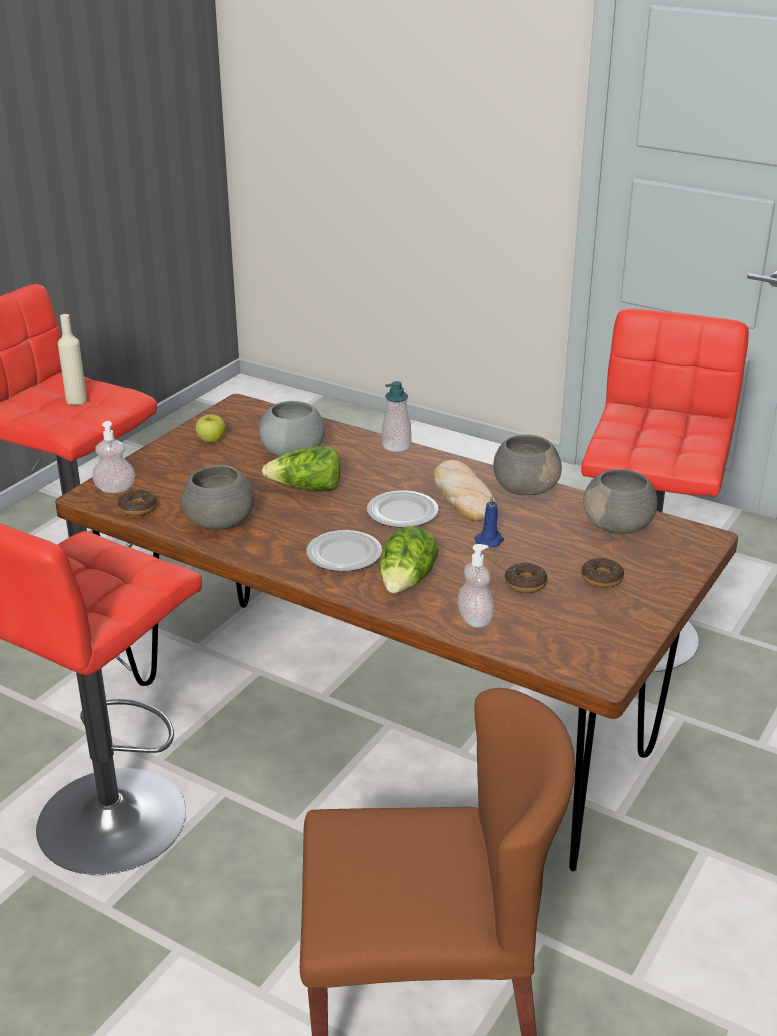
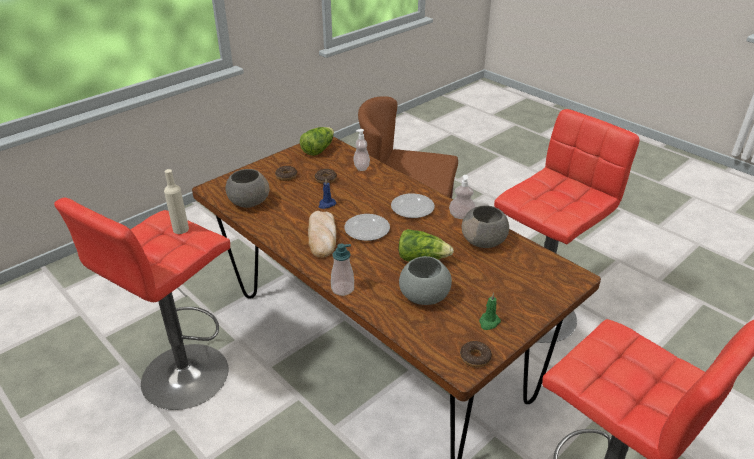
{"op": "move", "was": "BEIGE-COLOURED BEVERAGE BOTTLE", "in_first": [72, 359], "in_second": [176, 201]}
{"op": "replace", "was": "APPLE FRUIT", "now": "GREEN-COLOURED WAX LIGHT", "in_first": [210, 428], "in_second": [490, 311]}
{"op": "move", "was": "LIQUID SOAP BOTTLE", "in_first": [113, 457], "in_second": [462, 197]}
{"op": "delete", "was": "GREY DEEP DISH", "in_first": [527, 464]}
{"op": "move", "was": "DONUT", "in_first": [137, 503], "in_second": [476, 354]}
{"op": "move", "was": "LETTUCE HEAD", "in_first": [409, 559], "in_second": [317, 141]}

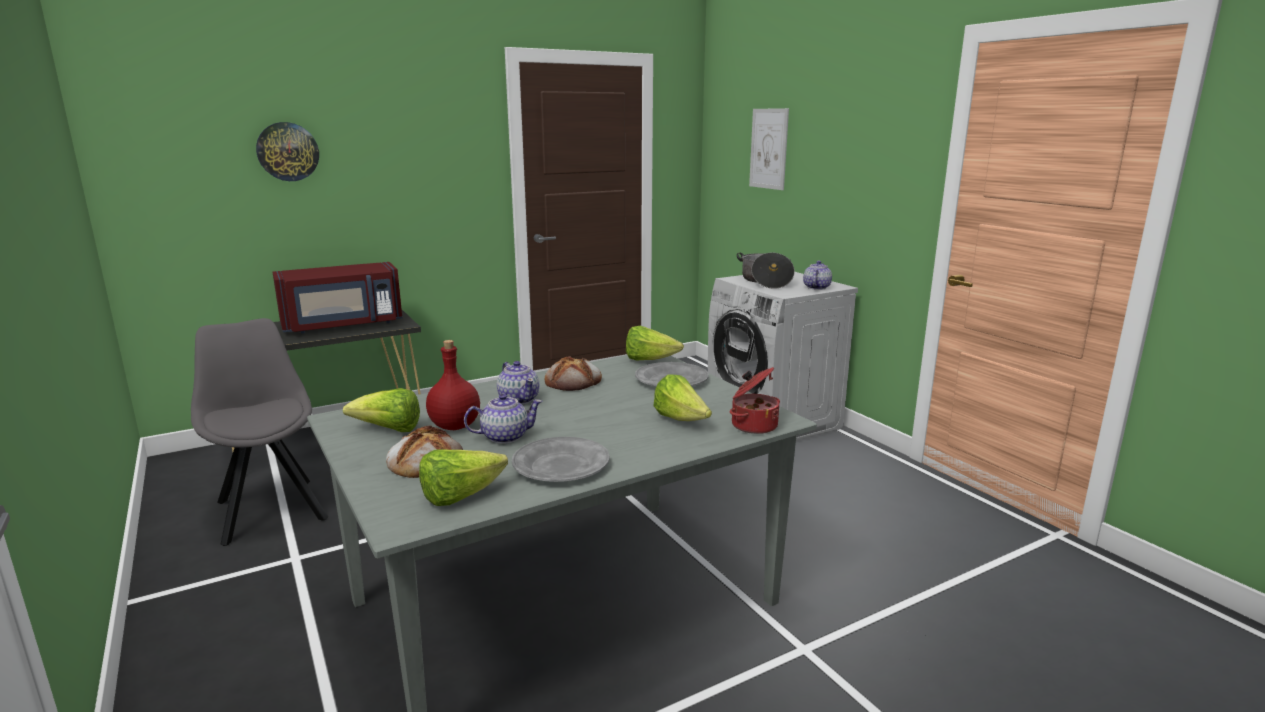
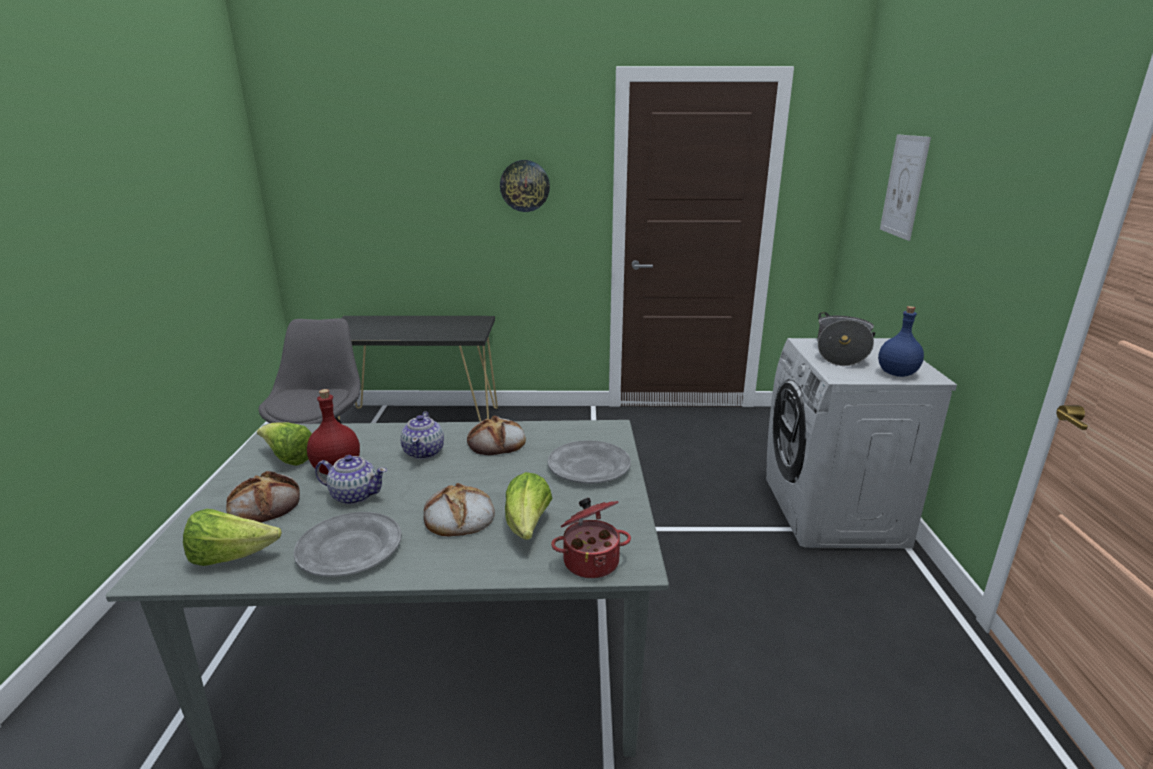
{"op": "move", "was": "CLOCK ON THE WALL", "in_first": [287, 151], "in_second": [525, 186]}
{"op": "replace", "was": "POT FOR TEA", "now": "BLUE BEVERAGE BOTTLE", "in_first": [817, 275], "in_second": [901, 341]}
{"op": "delete", "was": "REDDISH KITCHEN MICROWAVE", "in_first": [337, 297]}
{"op": "delete", "was": "LETTUCE HEAD", "in_first": [655, 343]}
{"op": "insert", "now": "BAKERY BREAD", "in_second": [459, 509]}

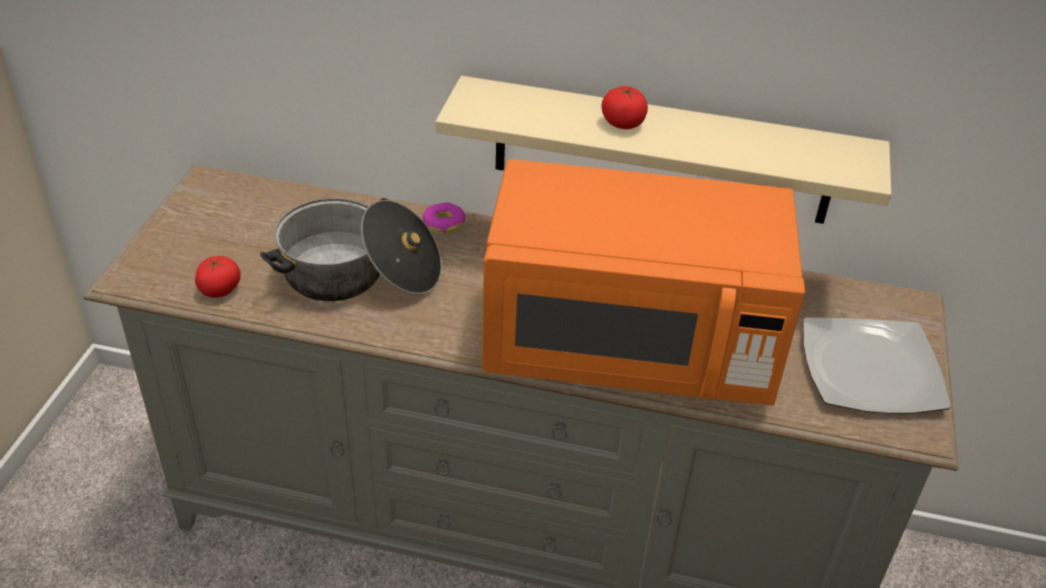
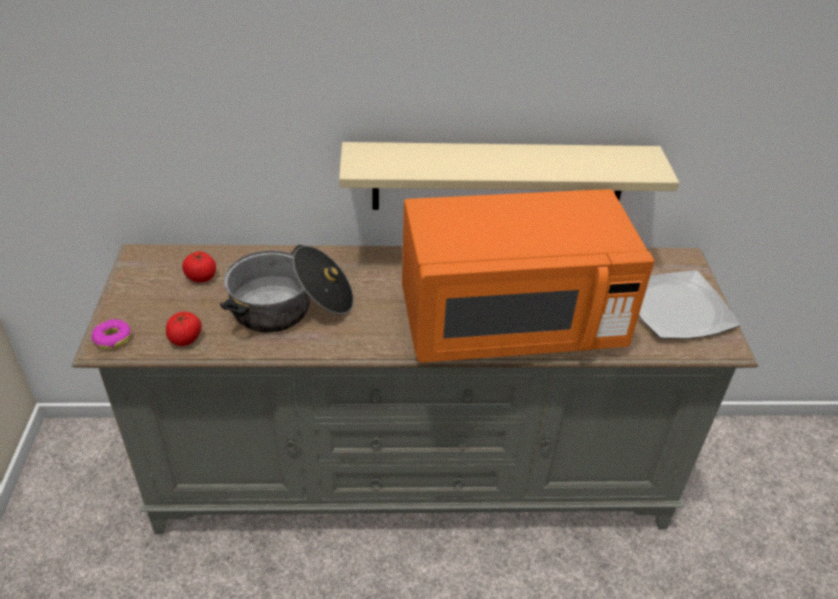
{"op": "move", "was": "WHOLE TOMATO", "in_first": [624, 107], "in_second": [199, 267]}
{"op": "move", "was": "DONUT", "in_first": [444, 218], "in_second": [111, 334]}

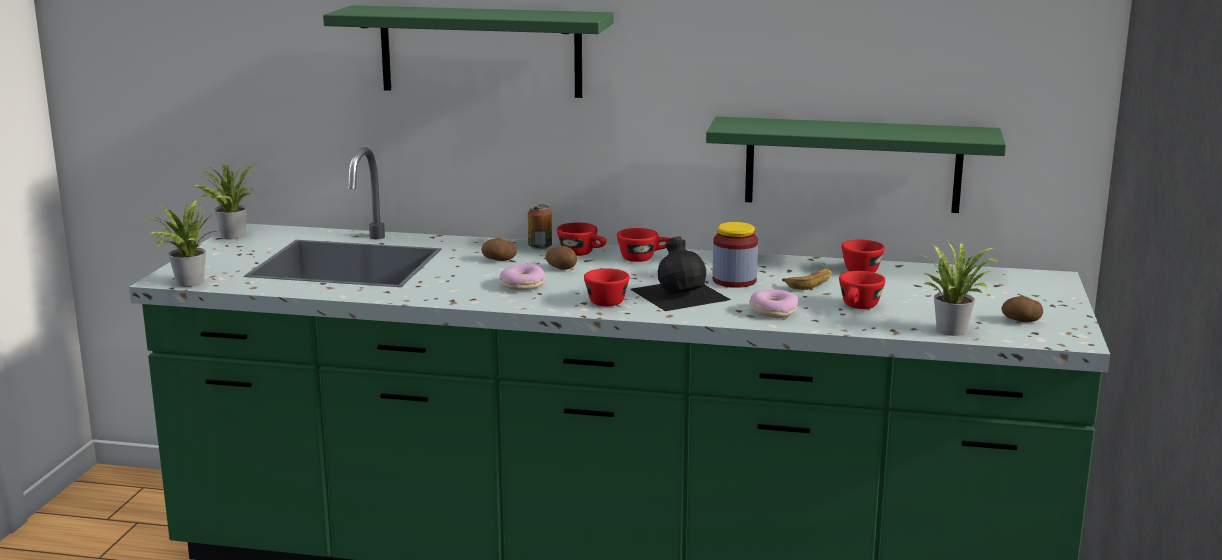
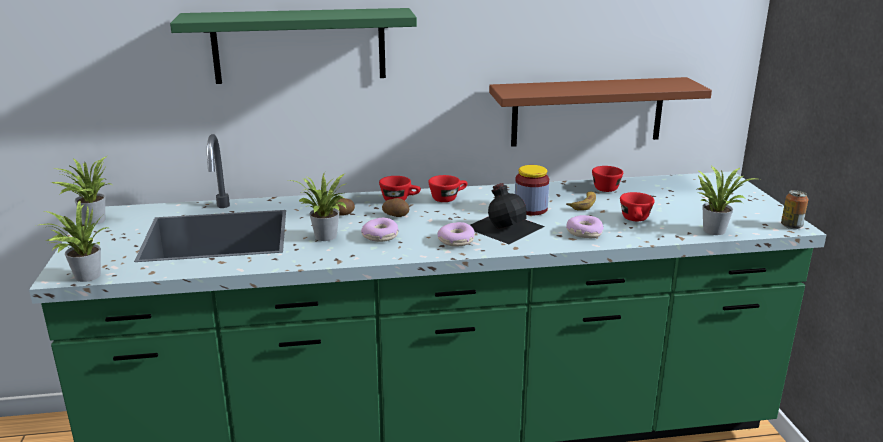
{"op": "recolor", "was": "GREEN-COLOURED WALL SHELF", "now": "BROWN WALL SHELF", "in_first": [856, 164], "in_second": [600, 112]}
{"op": "move", "was": "METAL CAN", "in_first": [540, 227], "in_second": [794, 209]}
{"op": "replace", "was": "REDDISH CUP", "now": "DONUT", "in_first": [607, 287], "in_second": [456, 234]}
{"op": "delete", "was": "POTATO", "in_first": [1022, 309]}
{"op": "insert", "now": "PLANT IN A POT", "in_second": [317, 206]}

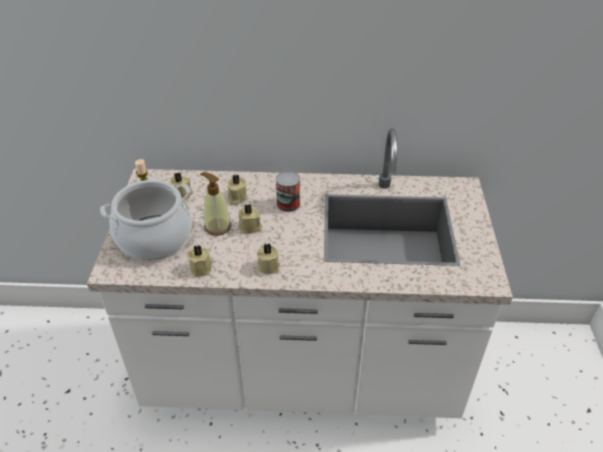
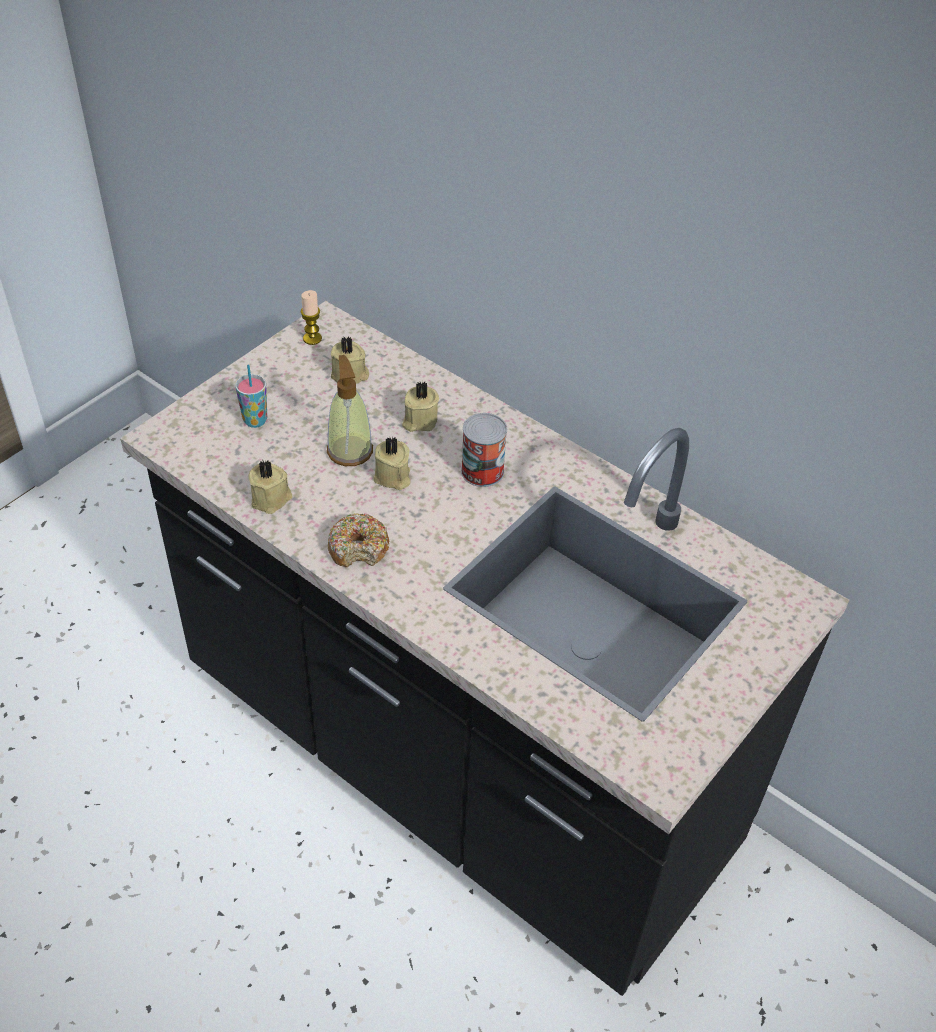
{"op": "recolor", "was": "WHITISH KITCHEN BASE UNIT", "now": "BLACKISH KITCHEN BASE UNIT", "in_first": [300, 273], "in_second": [484, 648]}
{"op": "replace", "was": "STOCKPOT", "now": "CUP", "in_first": [146, 220], "in_second": [251, 396]}
{"op": "replace", "was": "BEIGE-COLOURED WAX LIGHT", "now": "DONUT", "in_first": [268, 259], "in_second": [358, 540]}

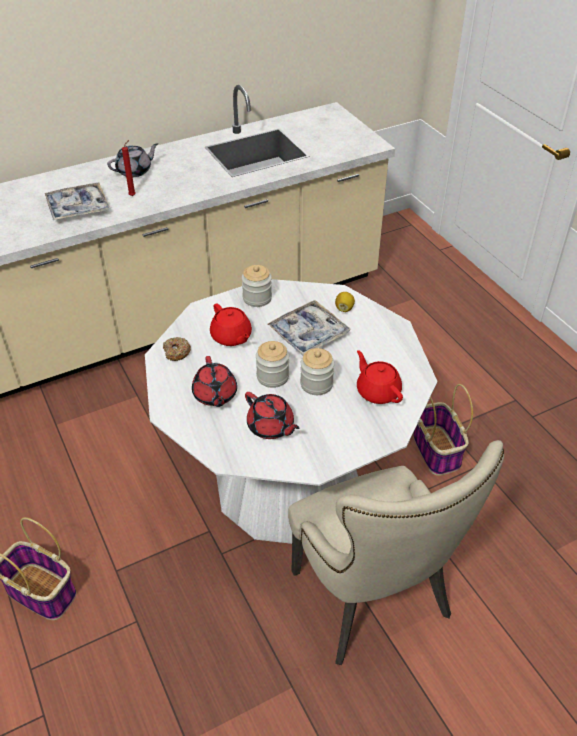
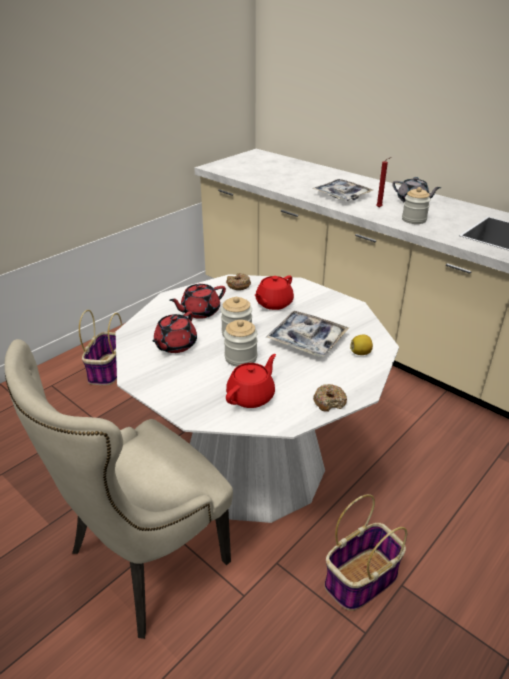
{"op": "move", "was": "JAR", "in_first": [257, 286], "in_second": [416, 205]}
{"op": "insert", "now": "DONUT", "in_second": [330, 398]}

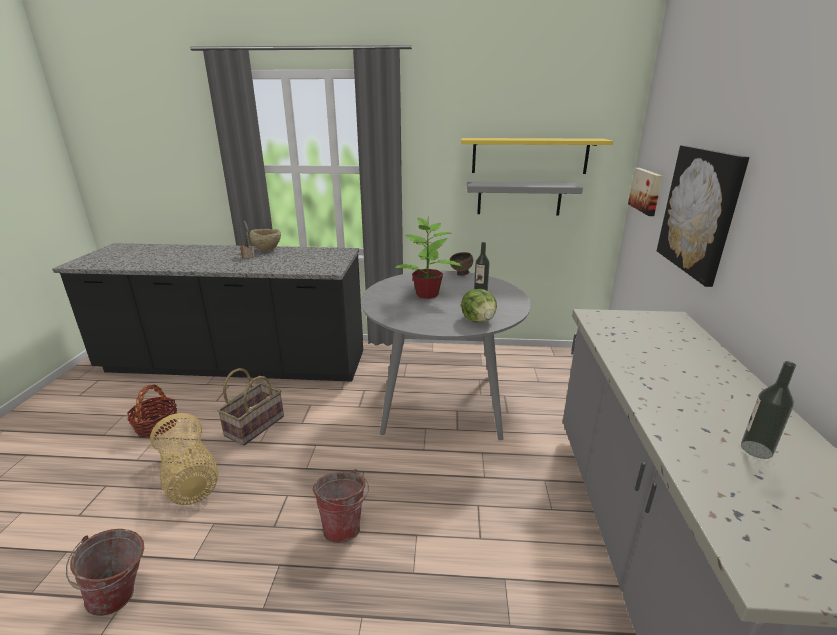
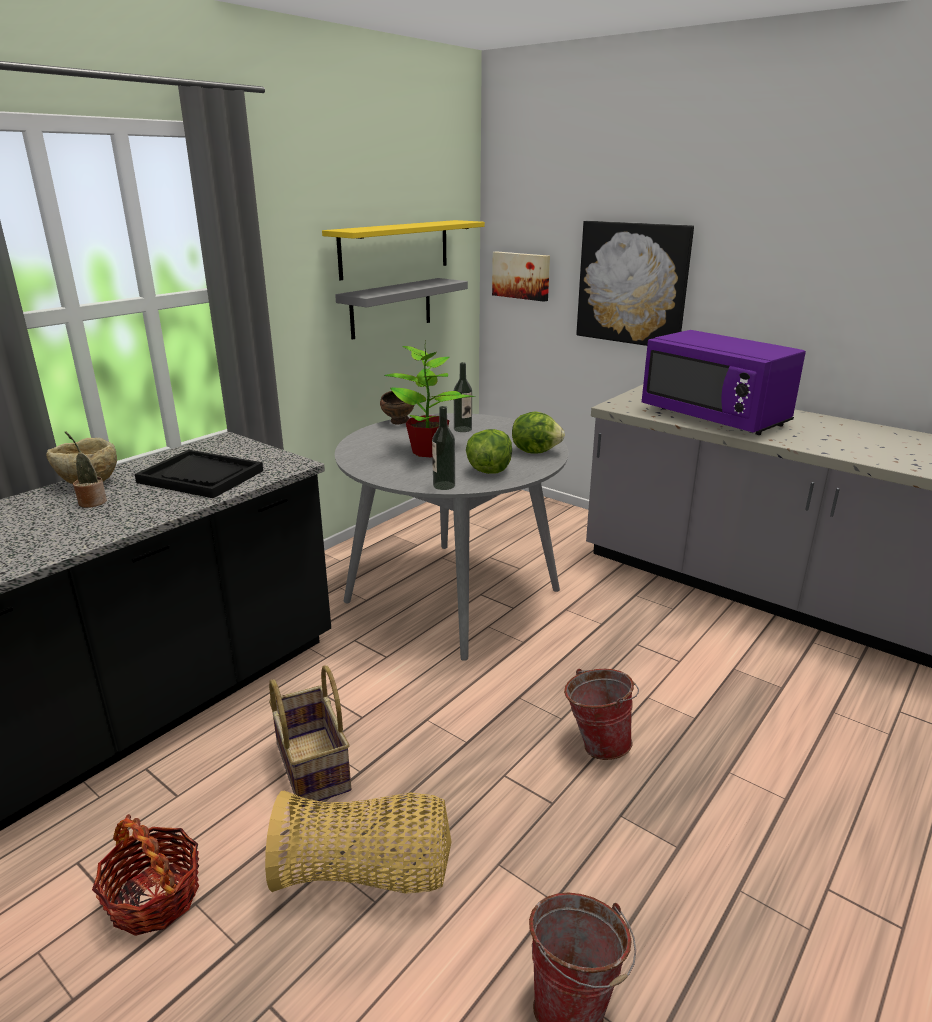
{"op": "move", "was": "BEVERAGE BOTTLE", "in_first": [768, 410], "in_second": [443, 448]}
{"op": "insert", "now": "PURPLE KITCHEN MICROWAVE", "in_second": [724, 382]}
{"op": "insert", "now": "LETTUCE HEAD", "in_second": [489, 451]}
{"op": "insert", "now": "BLACKISH CARRYING TRAY", "in_second": [199, 474]}

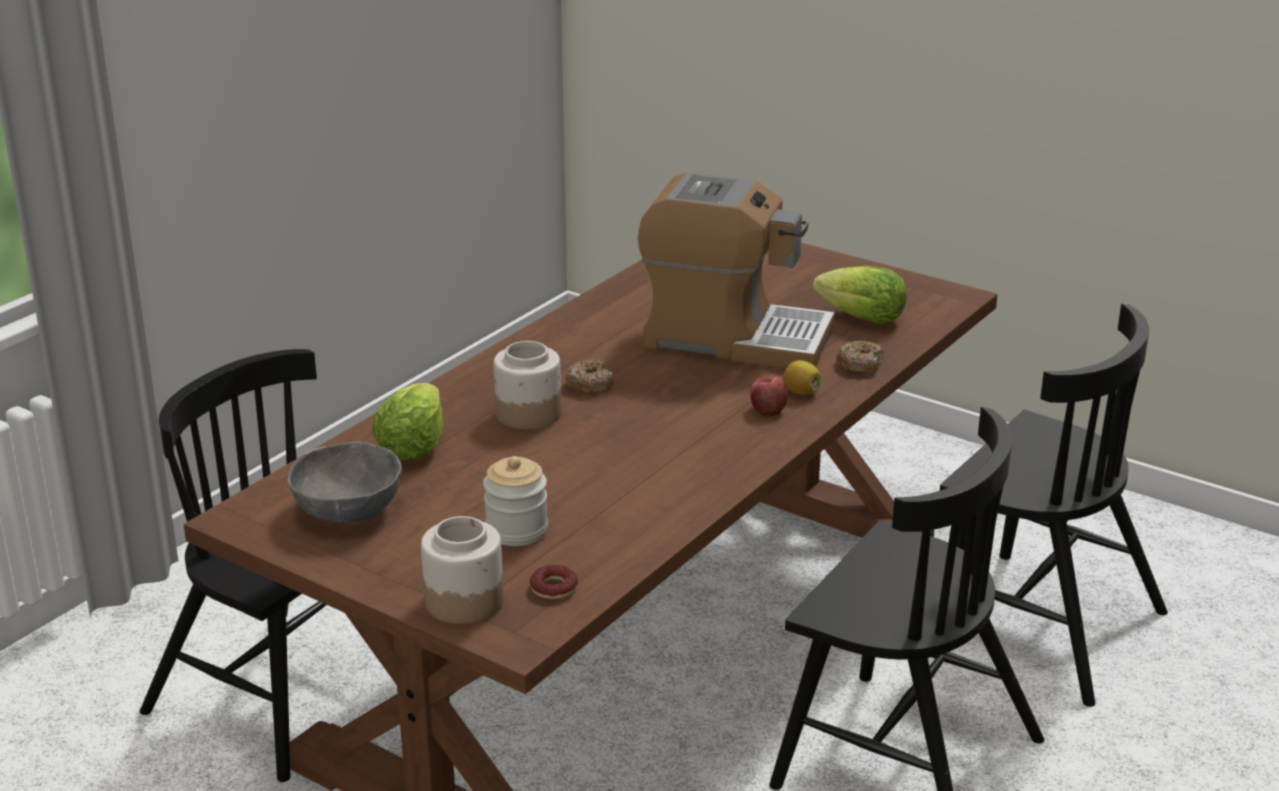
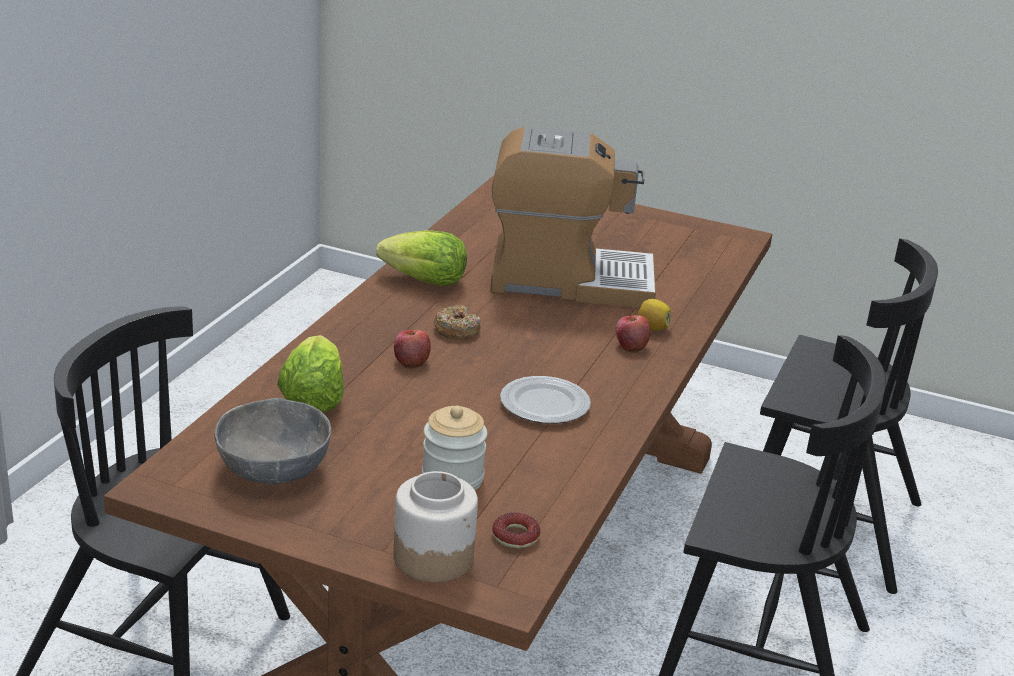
{"op": "move", "was": "LETTUCE HEAD", "in_first": [860, 295], "in_second": [421, 258]}
{"op": "delete", "was": "DONUT", "in_first": [860, 357]}
{"op": "replace", "was": "JAR", "now": "APPLE FRUIT", "in_first": [527, 385], "in_second": [412, 349]}
{"op": "insert", "now": "PLATE", "in_second": [545, 400]}

